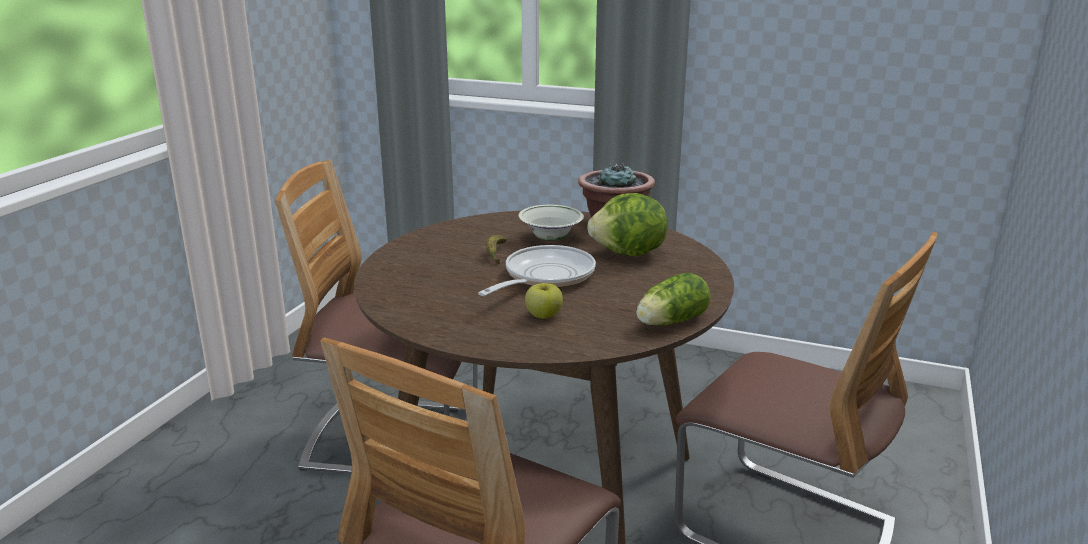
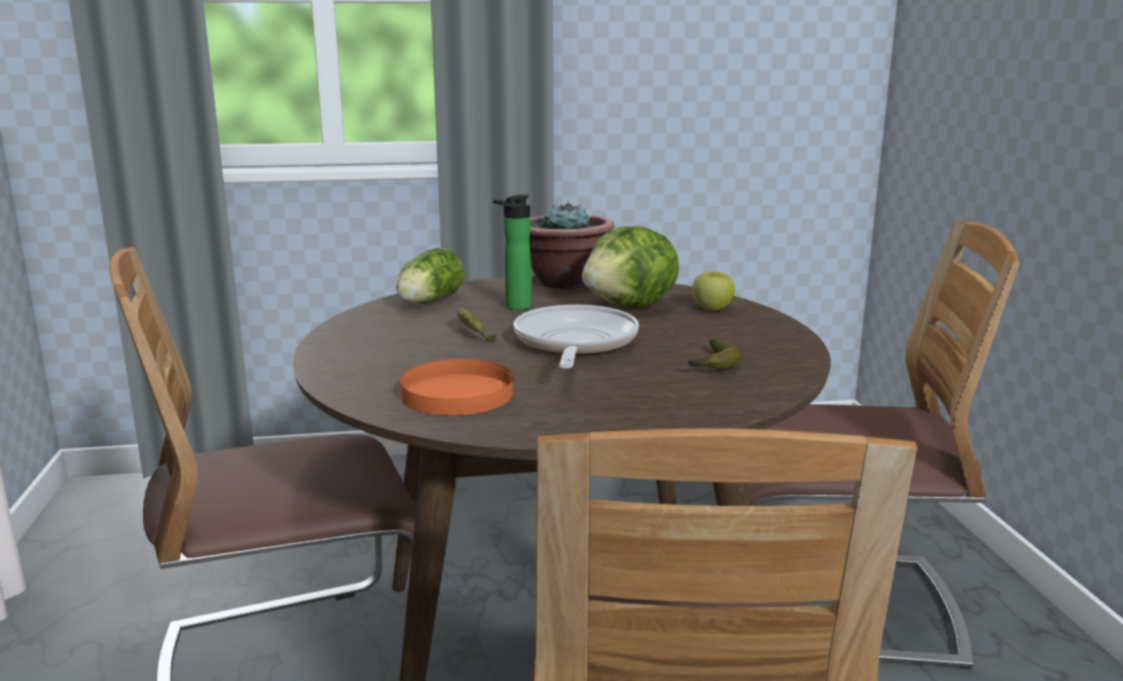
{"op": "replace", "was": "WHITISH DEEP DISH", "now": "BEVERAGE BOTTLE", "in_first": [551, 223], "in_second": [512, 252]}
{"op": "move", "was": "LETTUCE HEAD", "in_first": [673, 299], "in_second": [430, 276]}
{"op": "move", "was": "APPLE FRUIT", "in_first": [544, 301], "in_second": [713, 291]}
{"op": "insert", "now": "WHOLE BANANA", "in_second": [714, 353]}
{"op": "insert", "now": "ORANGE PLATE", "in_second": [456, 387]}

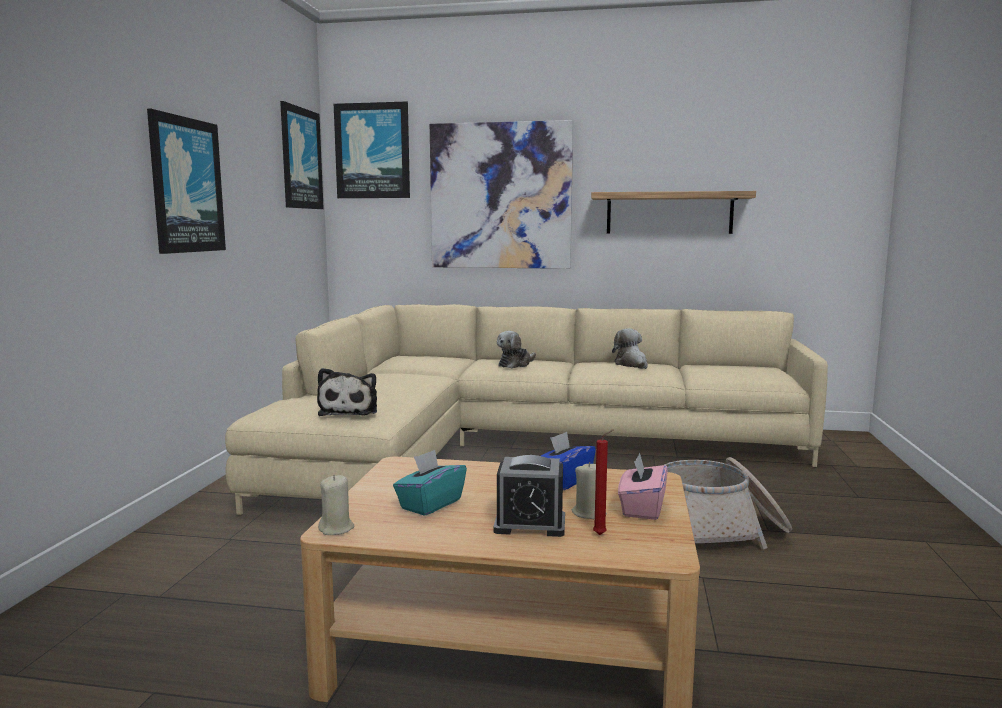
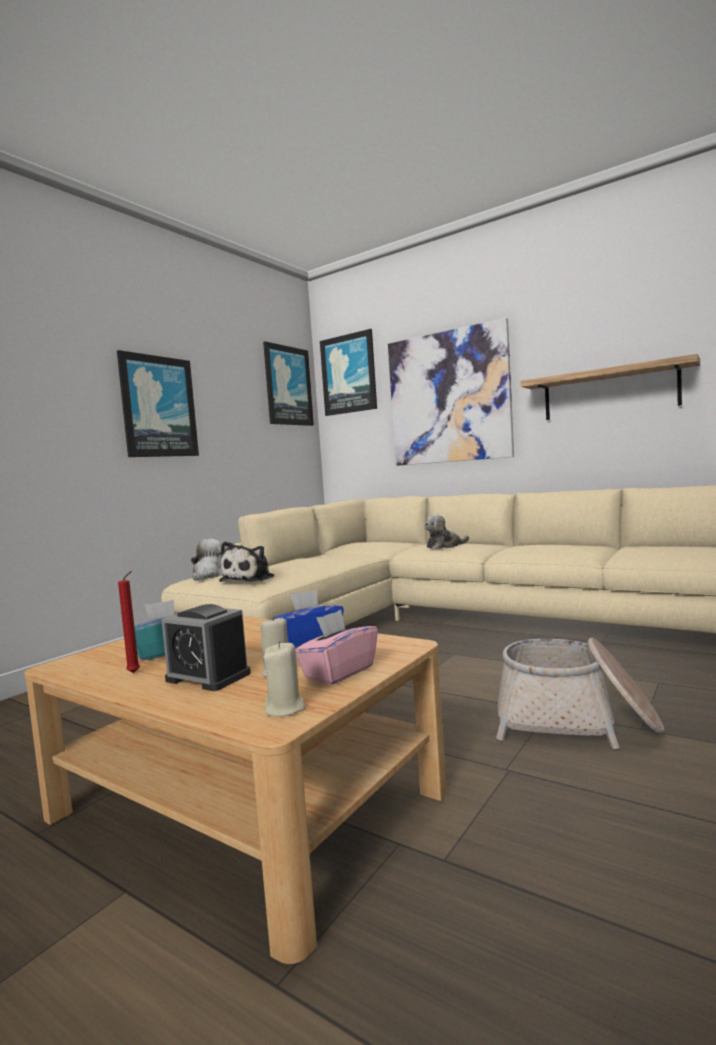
{"op": "move", "was": "PLUSH TOY", "in_first": [630, 348], "in_second": [206, 559]}
{"op": "move", "was": "REDDISH WAX LIGHT", "in_first": [603, 482], "in_second": [129, 622]}
{"op": "move", "was": "BEIGE-COLOURED WAX LIGHT", "in_first": [336, 505], "in_second": [285, 678]}

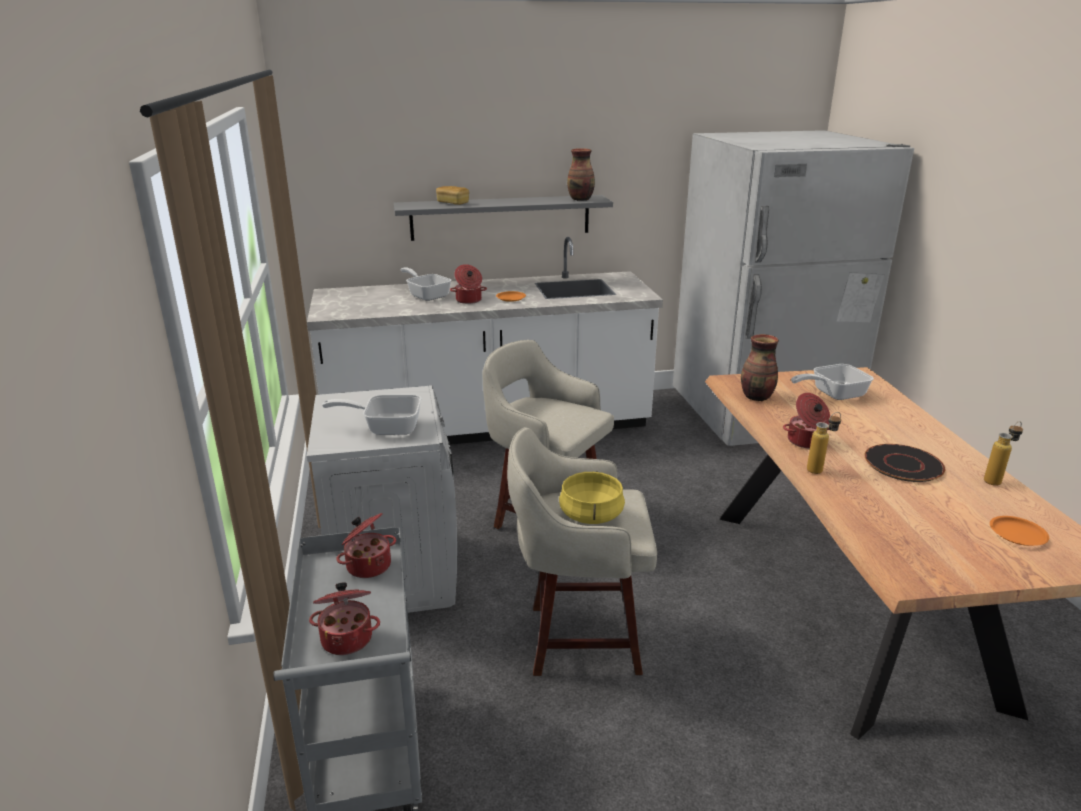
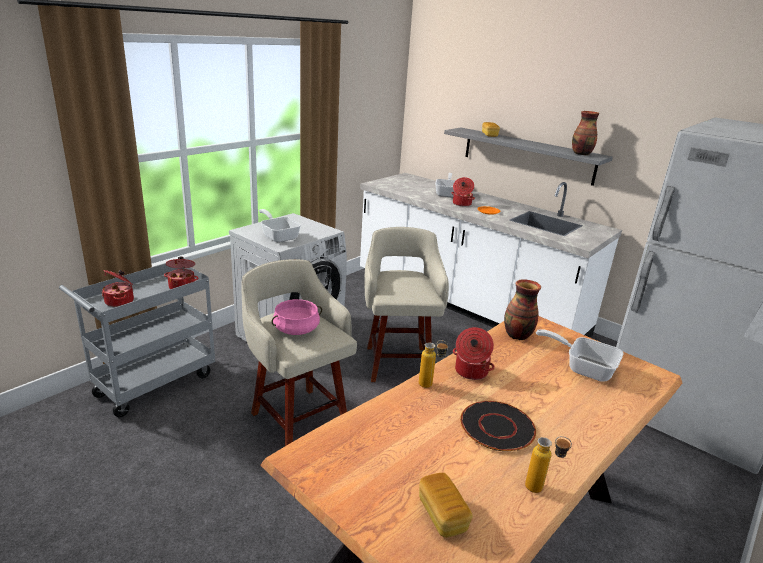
{"op": "recolor", "was": "YELLOW-COLOURED STOCKPOT", "now": "PINK-COLOURED STOCKPOT", "in_first": [592, 497], "in_second": [296, 317]}
{"op": "replace", "was": "ORANGE PLATE", "now": "BAKERY BREAD", "in_first": [1019, 531], "in_second": [446, 505]}

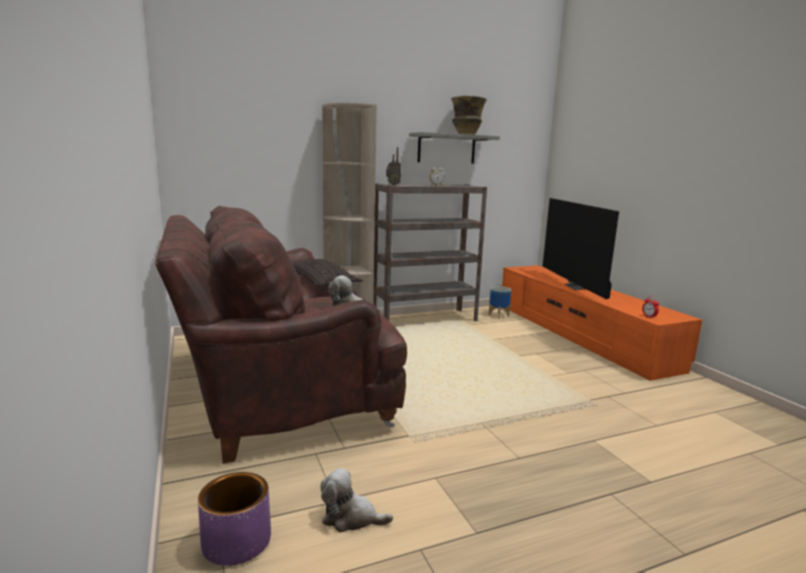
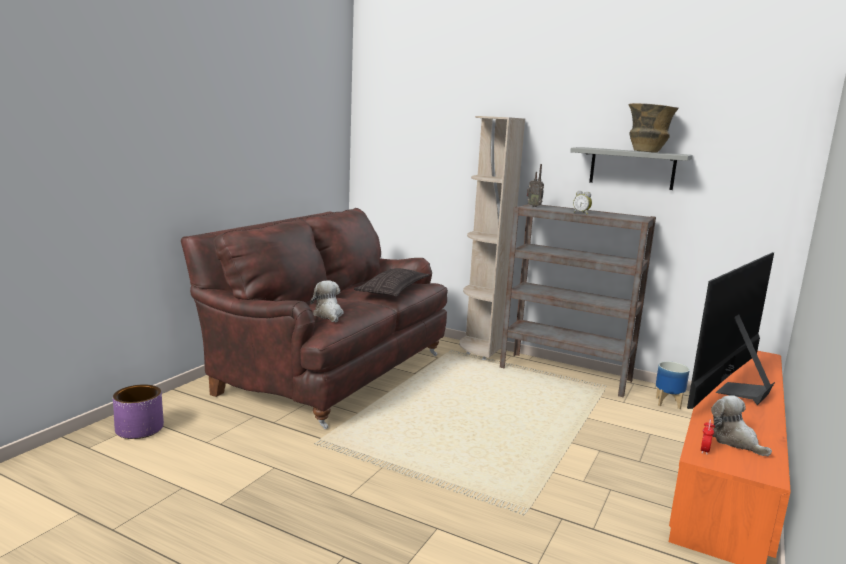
{"op": "move", "was": "PLUSH TOY", "in_first": [356, 500], "in_second": [741, 426]}

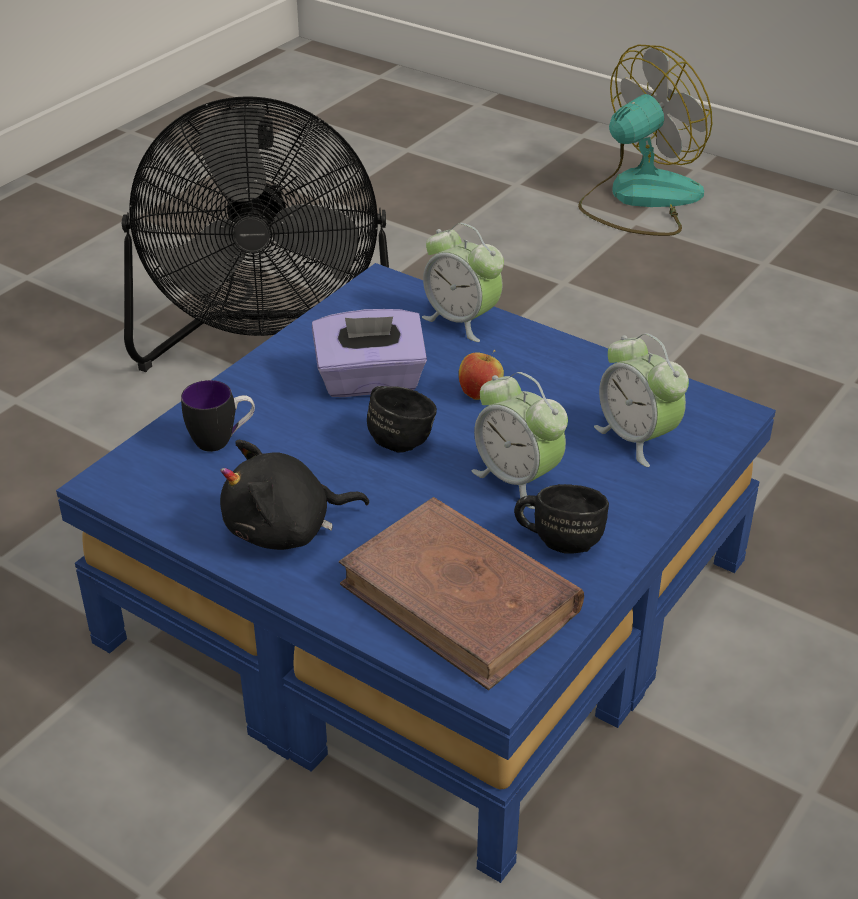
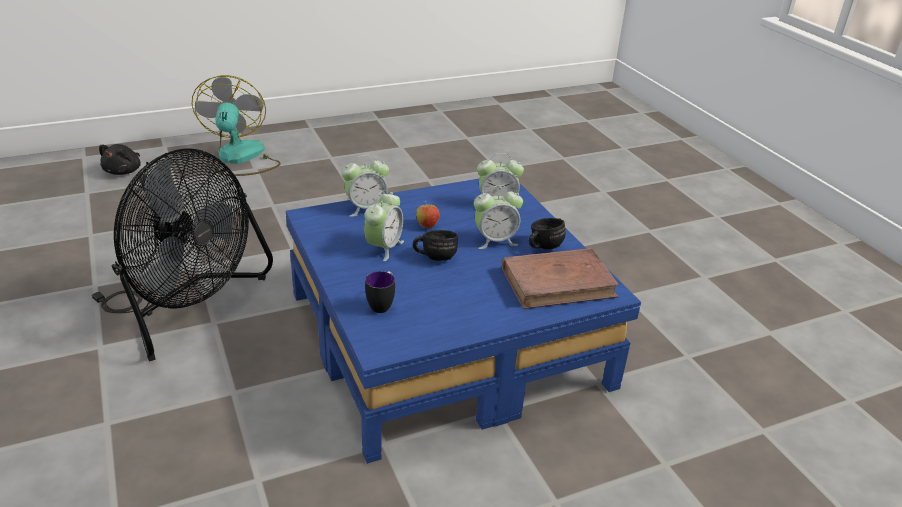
{"op": "replace", "was": "PURPLE TISSUE HOLDER", "now": "ALARM CLOCK", "in_first": [369, 353], "in_second": [384, 226]}
{"op": "move", "was": "BLACKISH PLUSH TOY", "in_first": [294, 495], "in_second": [120, 159]}

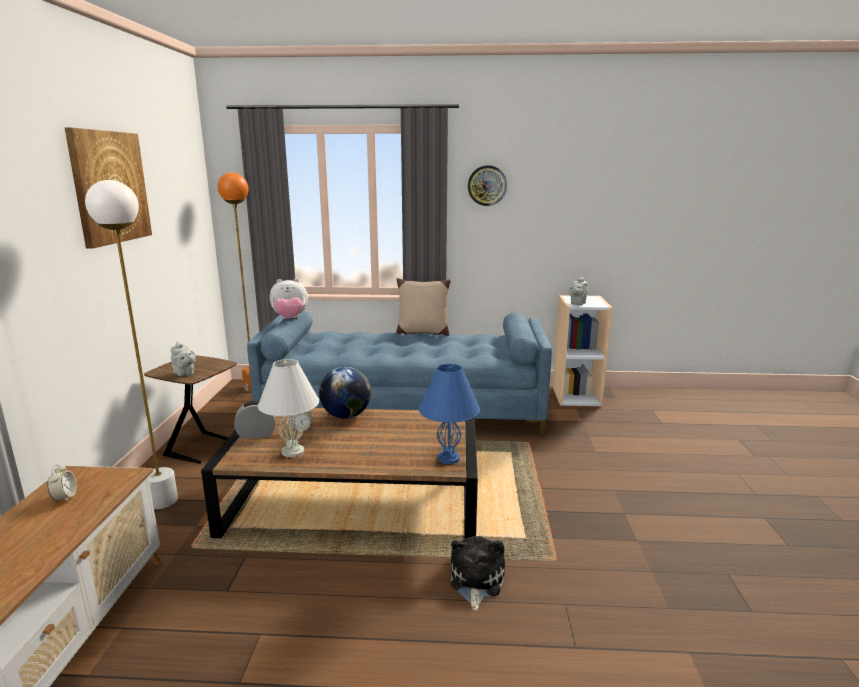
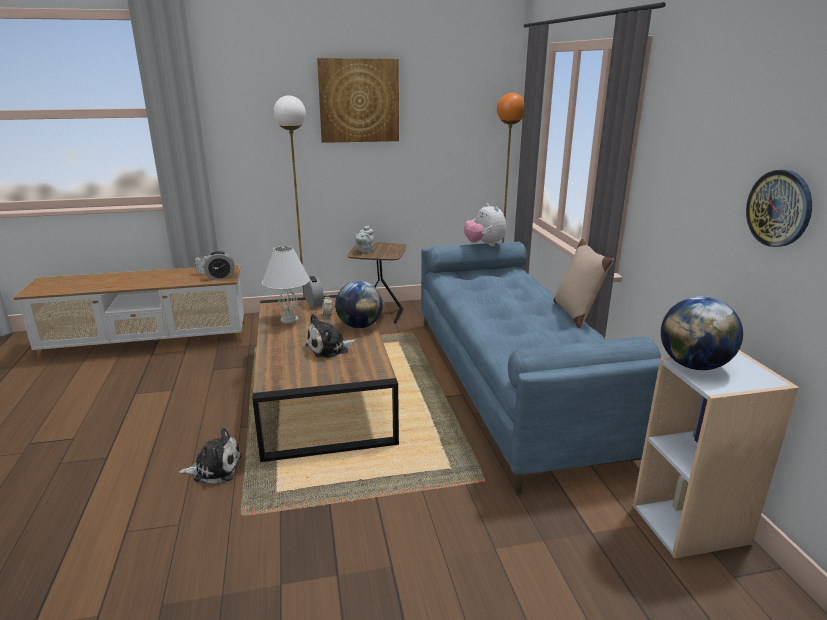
{"op": "move", "was": "CLOCK ON THE WALL", "in_first": [487, 185], "in_second": [779, 208]}
{"op": "replace", "was": "GREY POT FOR TEA", "now": "GLOBE", "in_first": [578, 291], "in_second": [702, 333]}
{"op": "delete", "was": "BLUE LAMP FOR A TABLE", "in_first": [449, 414]}
{"op": "insert", "now": "ALARM CLOCK", "in_second": [219, 265]}
{"op": "insert", "now": "PLUSH TOY", "in_second": [330, 336]}

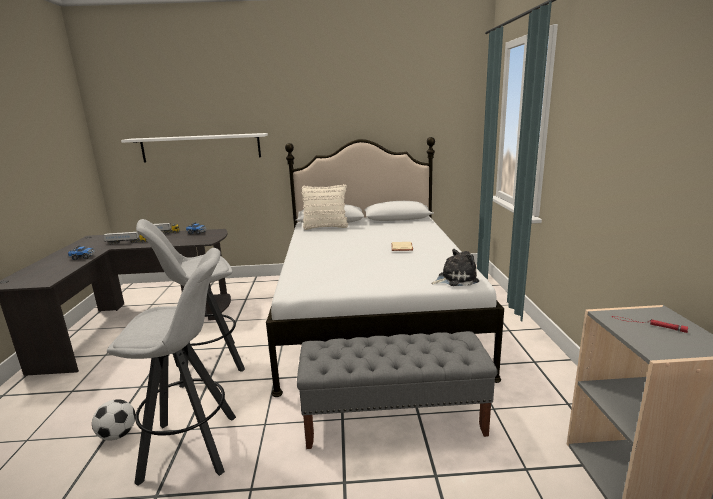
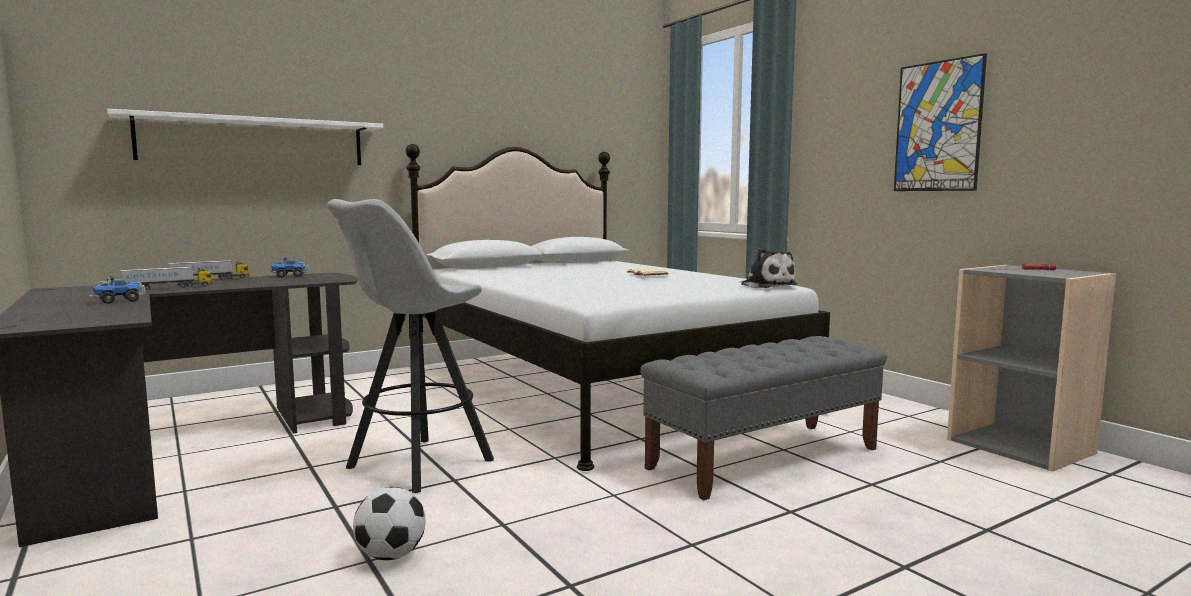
{"op": "delete", "was": "BEIGE-COLOURED PILLOW", "in_first": [324, 207]}
{"op": "delete", "was": "GREY STOOL SEAT", "in_first": [171, 367]}
{"op": "rotate", "was": "PLUSH TOY", "in_first": [455, 267], "in_second": [768, 268], "clockwise": 105}
{"op": "insert", "now": "WALL PICTURE", "in_second": [940, 122]}

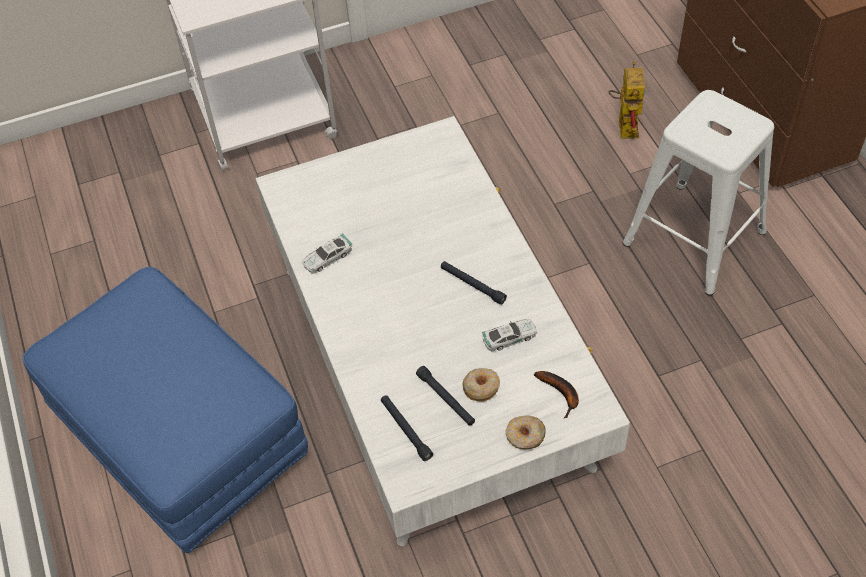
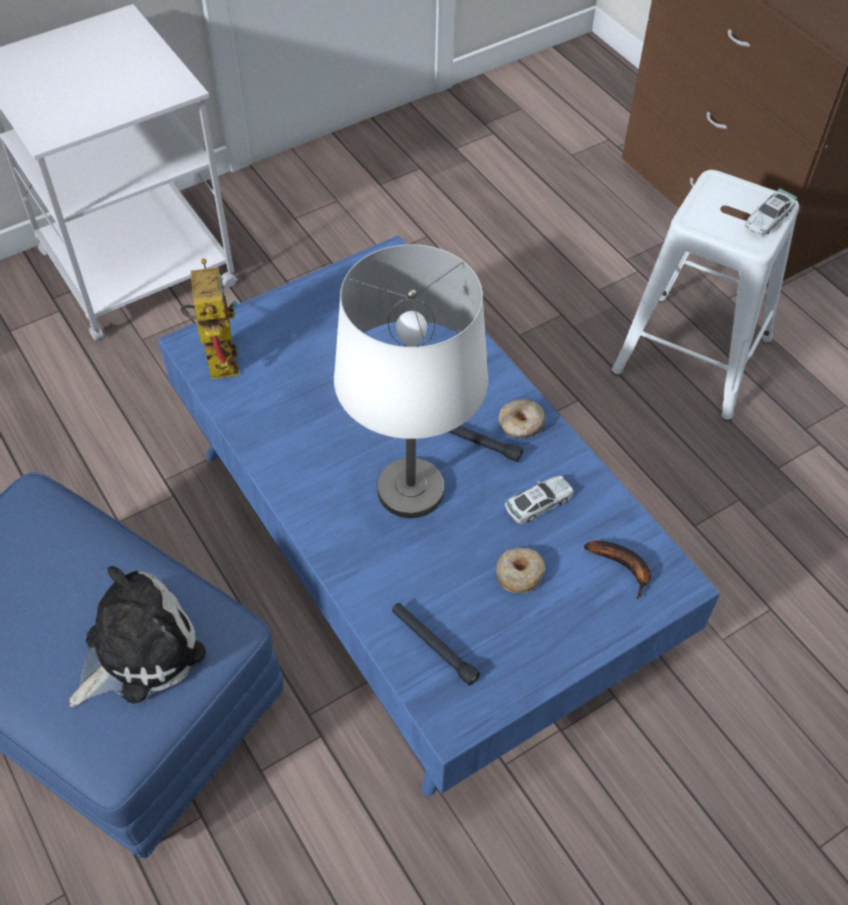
{"op": "move", "was": "ROBOT FIGURE", "in_first": [627, 100], "in_second": [210, 318]}
{"op": "recolor", "was": "WHITISH LOW TABLE", "now": "BLUE LOW TABLE", "in_first": [443, 331], "in_second": [439, 515]}
{"op": "move", "was": "MINIATURE CAR", "in_first": [327, 253], "in_second": [771, 212]}
{"op": "delete", "was": "BLACKISH TORCH", "in_first": [445, 396]}
{"op": "move", "was": "DONUT", "in_first": [525, 432], "in_second": [522, 418]}
{"op": "insert", "now": "WHITISH LAMP FOR A TABLE", "in_second": [411, 381]}
{"op": "insert", "now": "PLUSH TOY", "in_second": [137, 636]}

